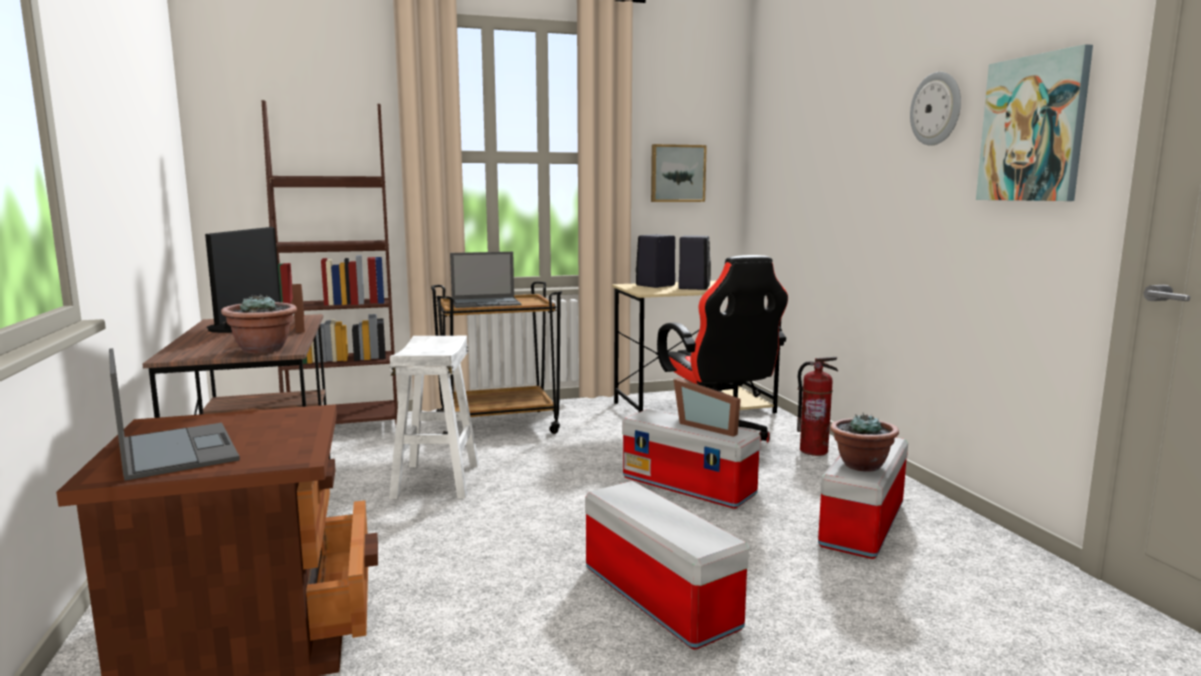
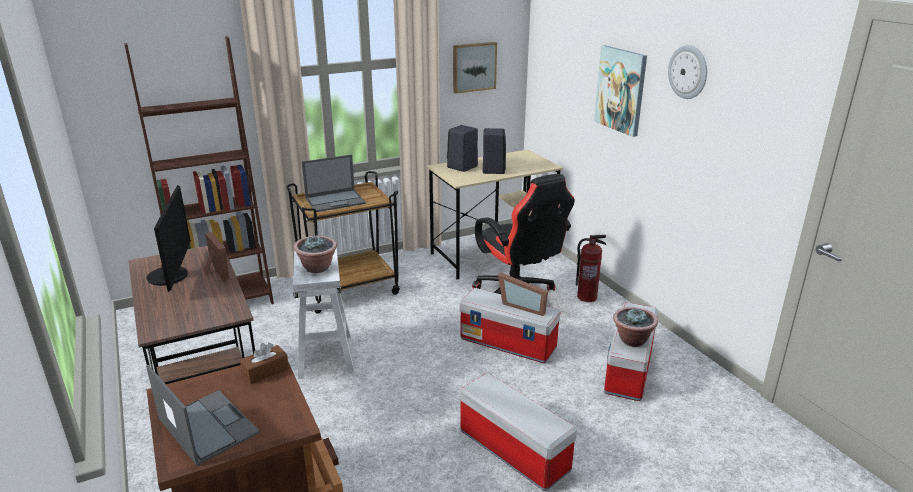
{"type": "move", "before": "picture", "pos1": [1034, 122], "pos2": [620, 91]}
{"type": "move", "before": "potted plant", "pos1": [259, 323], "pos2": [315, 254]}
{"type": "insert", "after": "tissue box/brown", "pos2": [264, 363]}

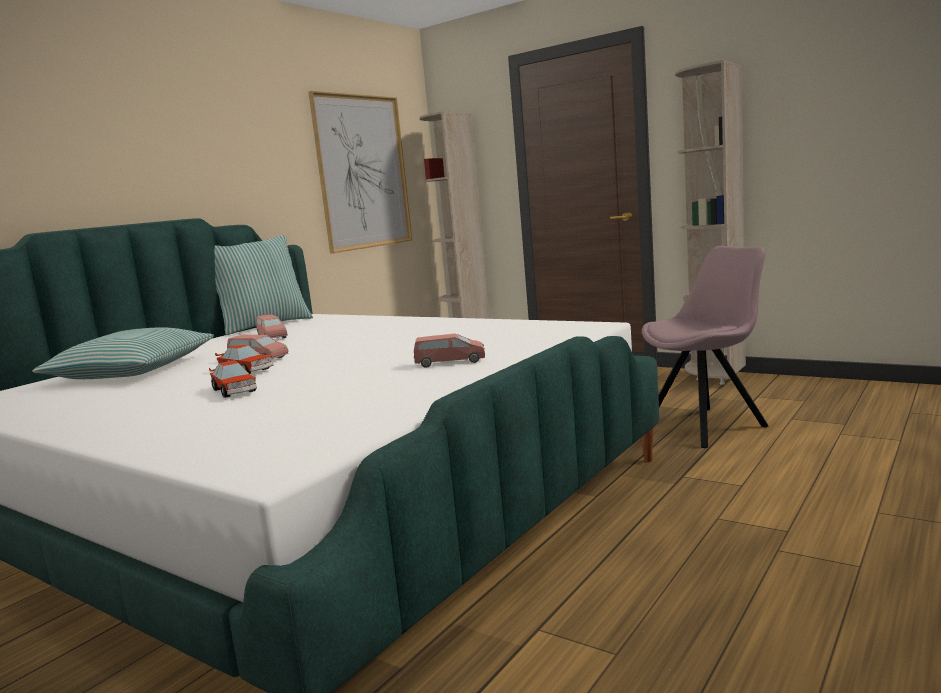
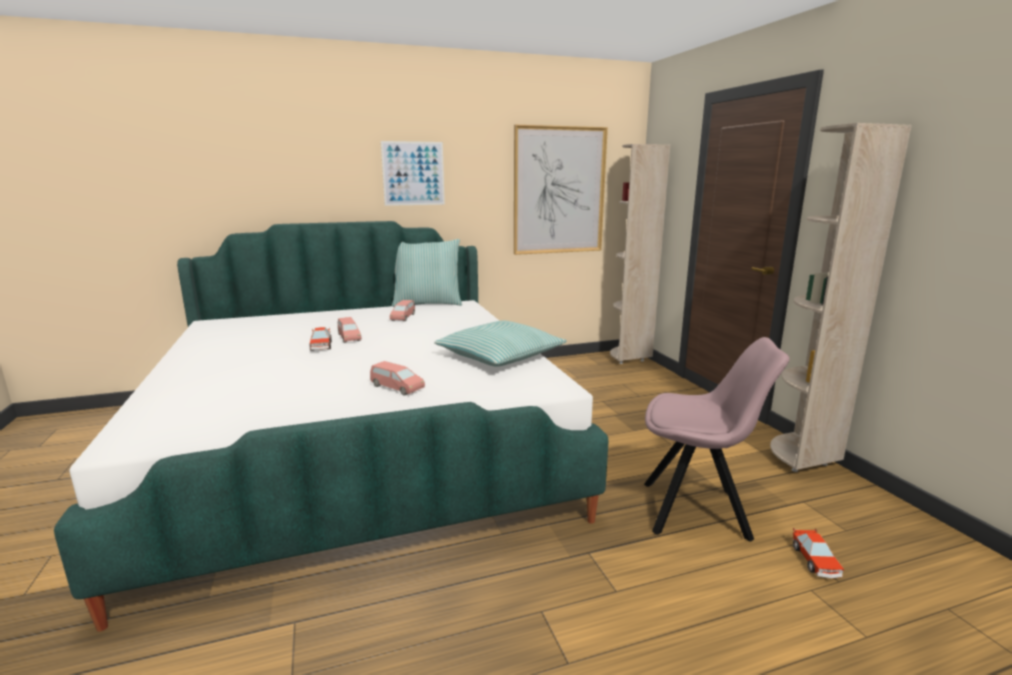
{"type": "move", "before": "pillow", "pos1": [123, 353], "pos2": [500, 343]}
{"type": "move", "before": "toy car", "pos1": [233, 379], "pos2": [818, 553]}
{"type": "insert", "after": "picture", "pos2": [413, 173]}

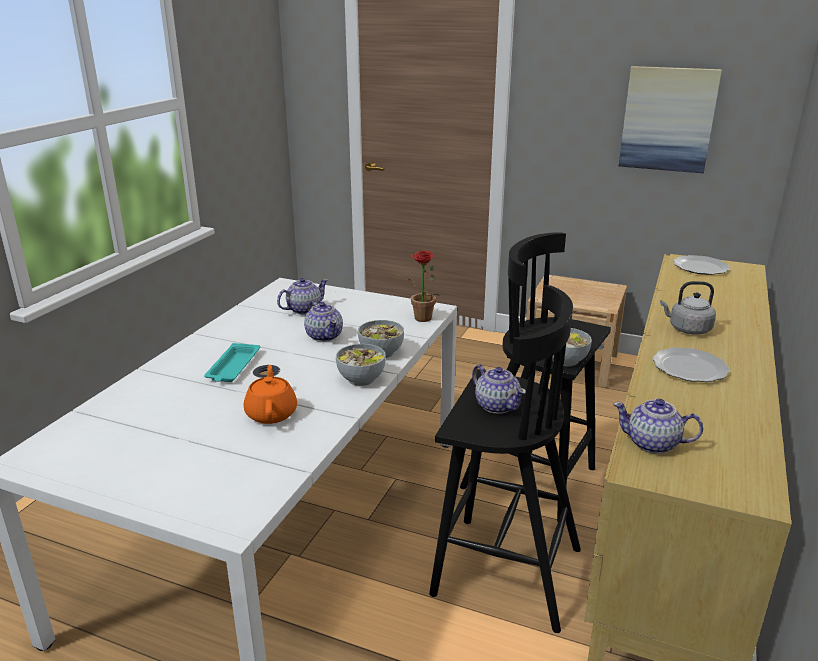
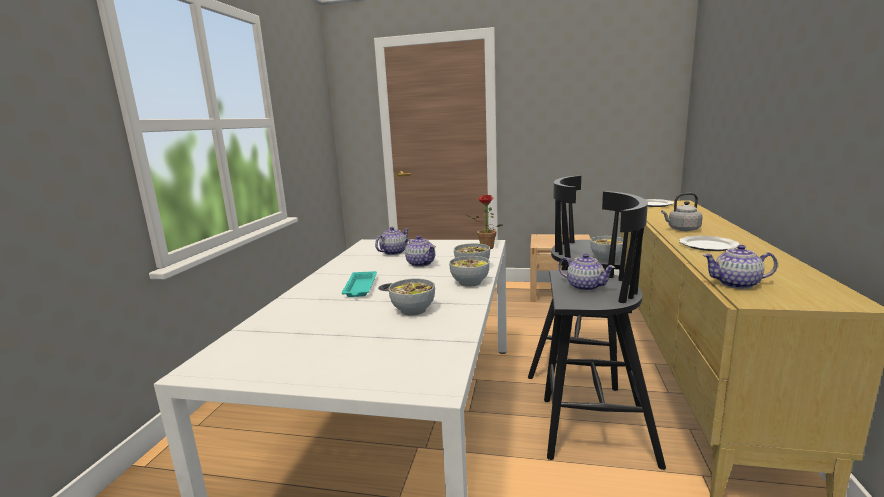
{"type": "delete", "before": "picture", "pos1": [670, 119]}
{"type": "replace", "before": "teapot/orange", "after": "bowl", "pos1": [270, 394], "pos2": [412, 297]}

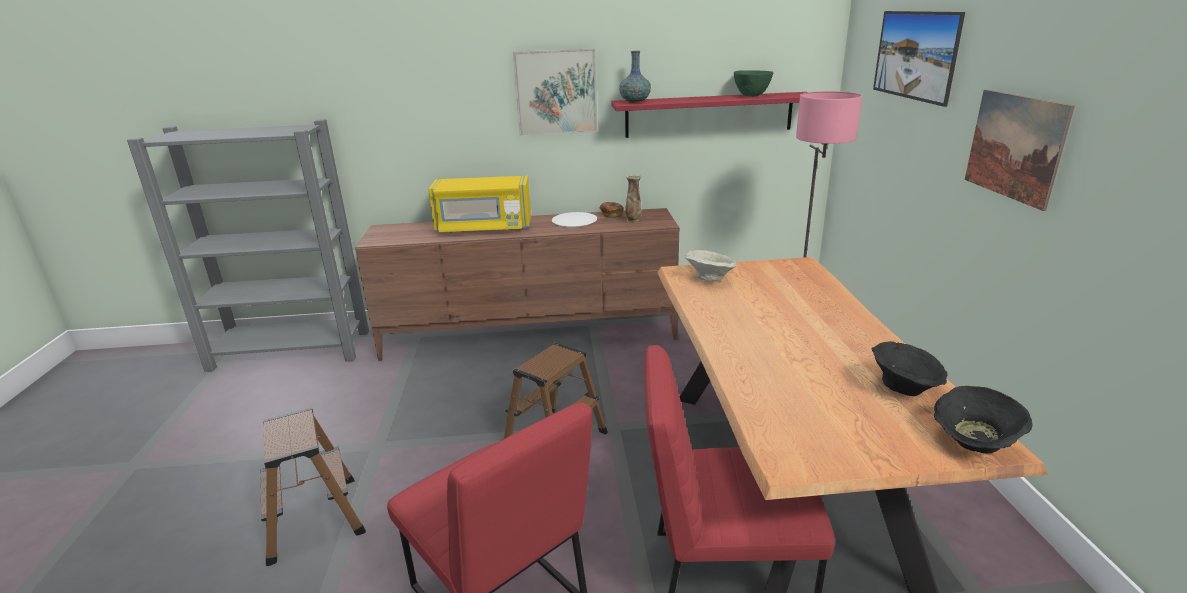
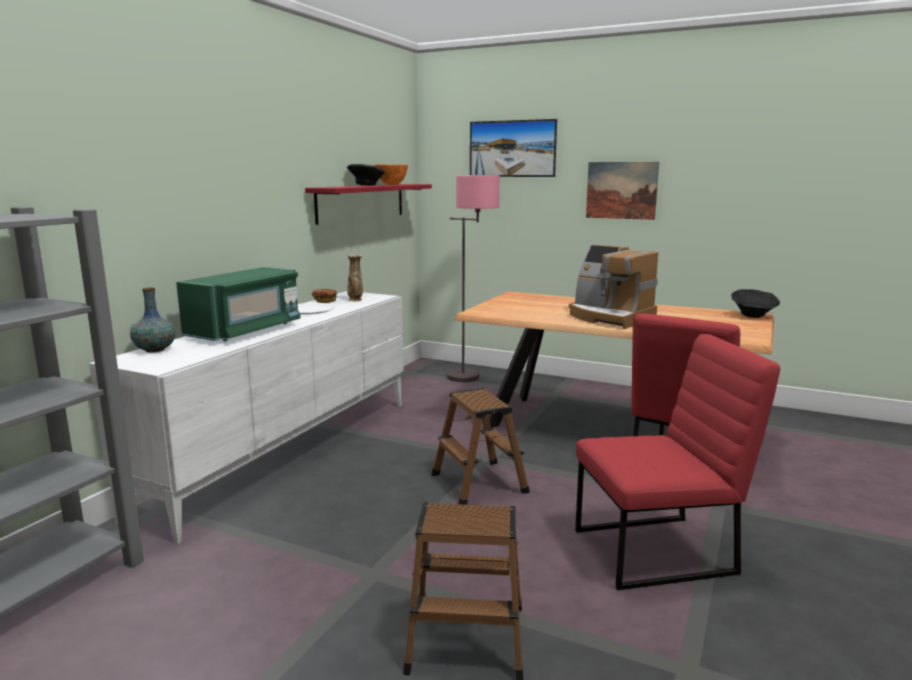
{"type": "delete", "before": "picture", "pos1": [555, 92]}
{"type": "move", "before": "vase", "pos1": [635, 77], "pos2": [152, 320]}
{"type": "recolor", "before": "bowl/green", "after": "bowl/orange", "pos1": [754, 83], "pos2": [391, 174]}
{"type": "recolor", "before": "microwave/yellow", "after": "microwave/green", "pos1": [479, 204], "pos2": [238, 304]}
{"type": "recolor", "before": "cabinet/brown", "after": "cabinet/white", "pos1": [517, 284], "pos2": [246, 417]}
{"type": "delete", "before": "bowl/beige", "pos1": [711, 265]}
{"type": "move", "before": "bowl/black", "pos1": [909, 368], "pos2": [366, 175]}
{"type": "insert", "after": "coffee machine", "pos2": [613, 287]}

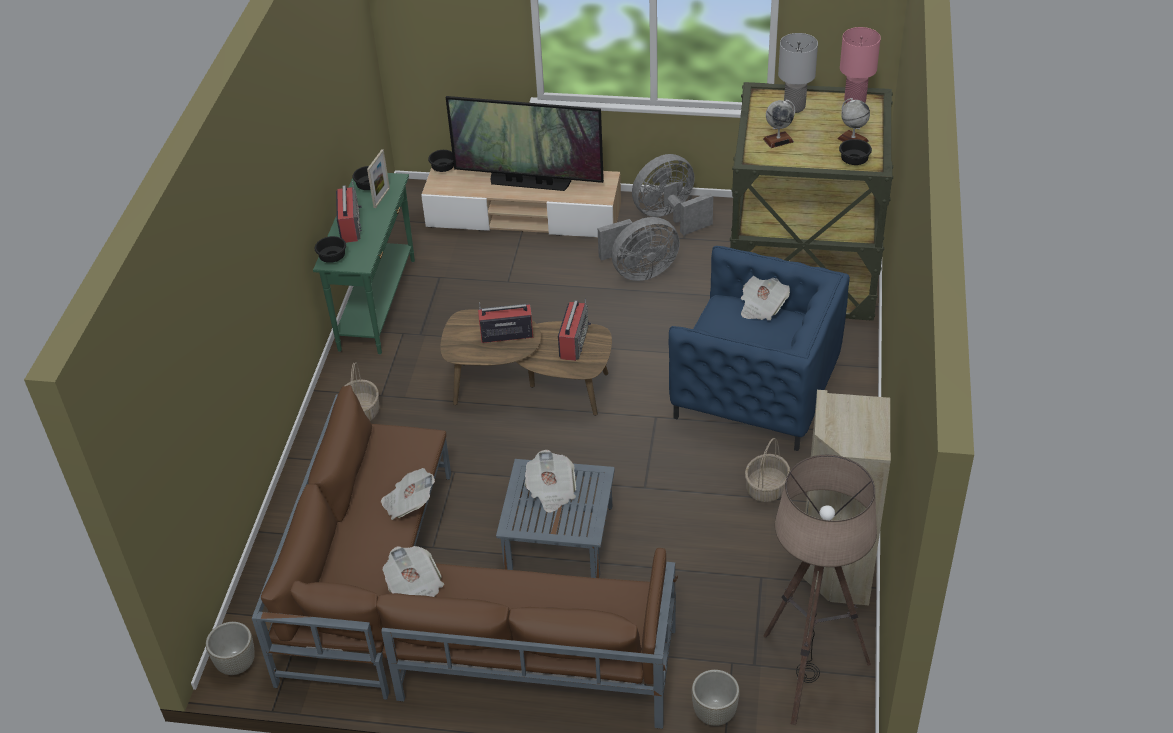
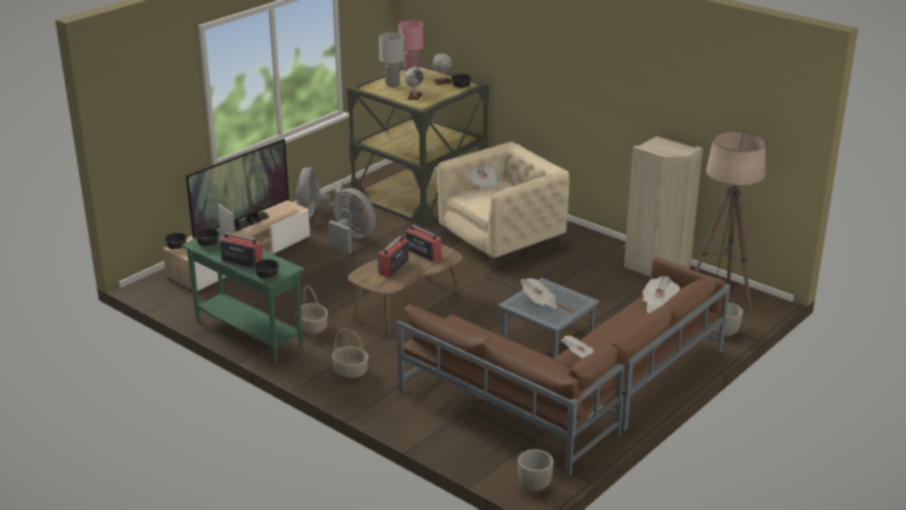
{"type": "rotate", "before": "fan/grey", "pos1": [639, 249], "pos2": [352, 221], "turn": -60}
{"type": "recolor", "before": "armchair/blue", "after": "armchair/beige", "pos1": [759, 348], "pos2": [503, 207]}
{"type": "move", "before": "basket", "pos1": [767, 470], "pos2": [312, 309]}
{"type": "move", "before": "newspaper", "pos1": [408, 494], "pos2": [661, 294]}

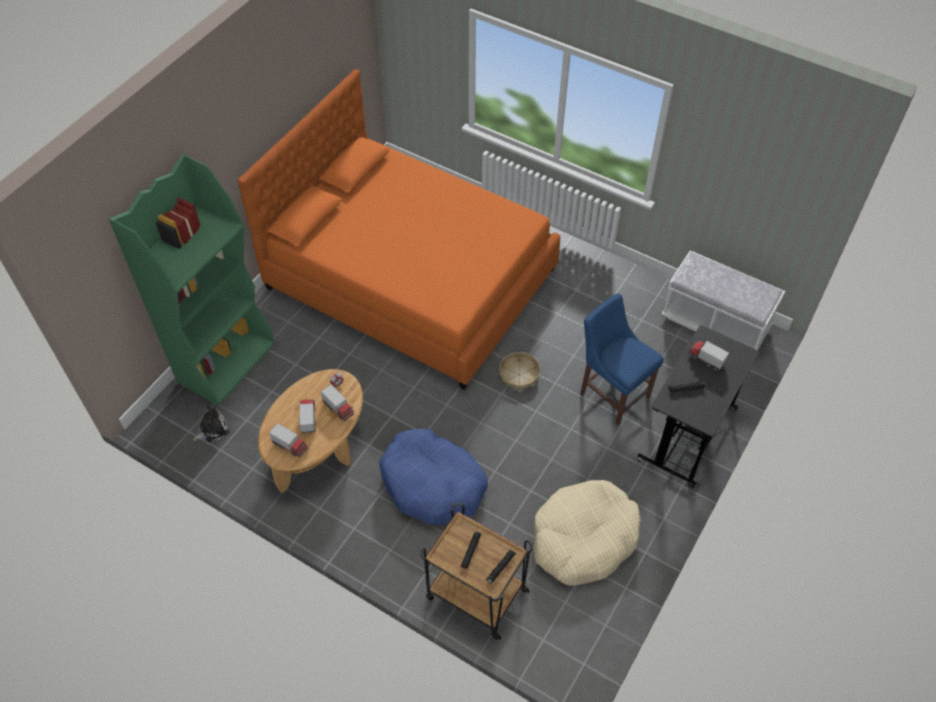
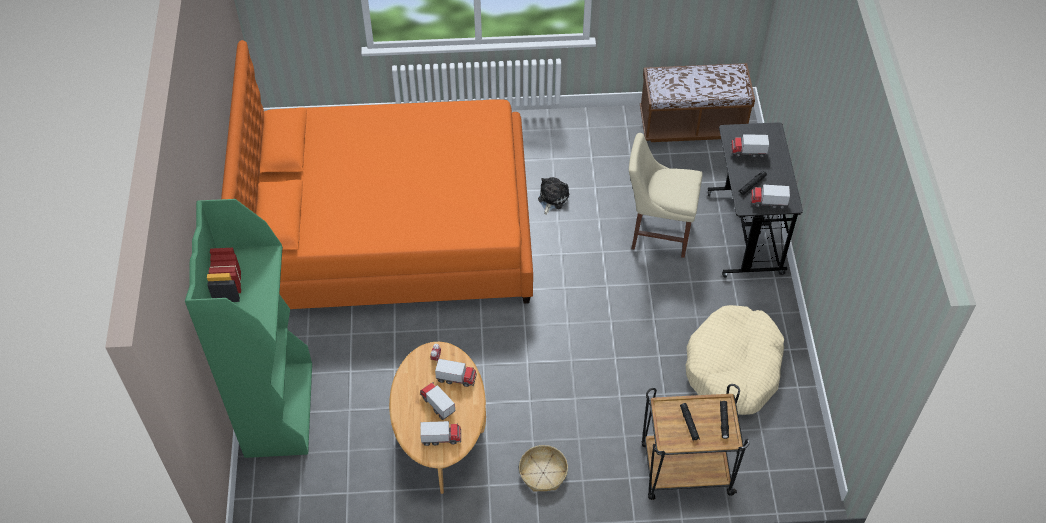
{"type": "recolor", "before": "bench/white", "after": "bench/brown", "pos1": [723, 300], "pos2": [697, 102]}
{"type": "recolor", "before": "chair/blue", "after": "chair/beige", "pos1": [622, 359], "pos2": [666, 195]}
{"type": "move", "before": "basket", "pos1": [519, 371], "pos2": [543, 468]}
{"type": "move", "before": "plush toy", "pos1": [211, 424], "pos2": [553, 196]}
{"type": "delete", "before": "dog bed/blue", "pos1": [433, 477]}
{"type": "insert", "after": "toy truck", "pos2": [770, 197]}

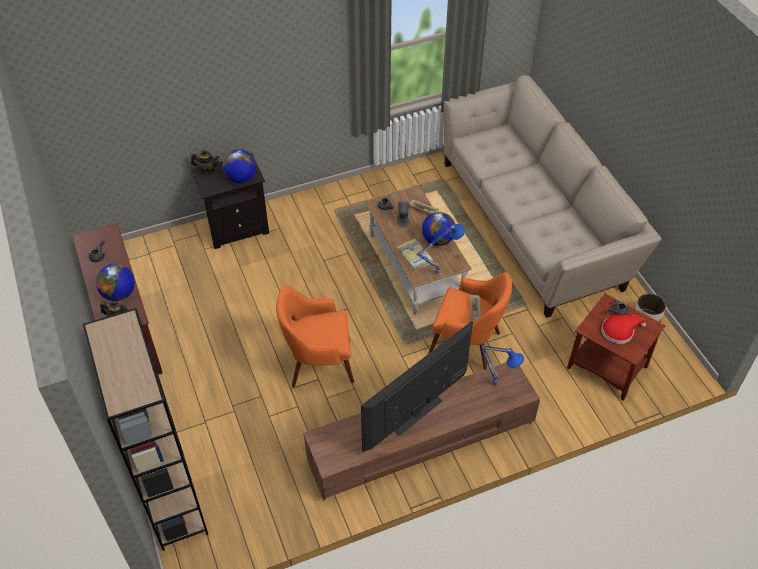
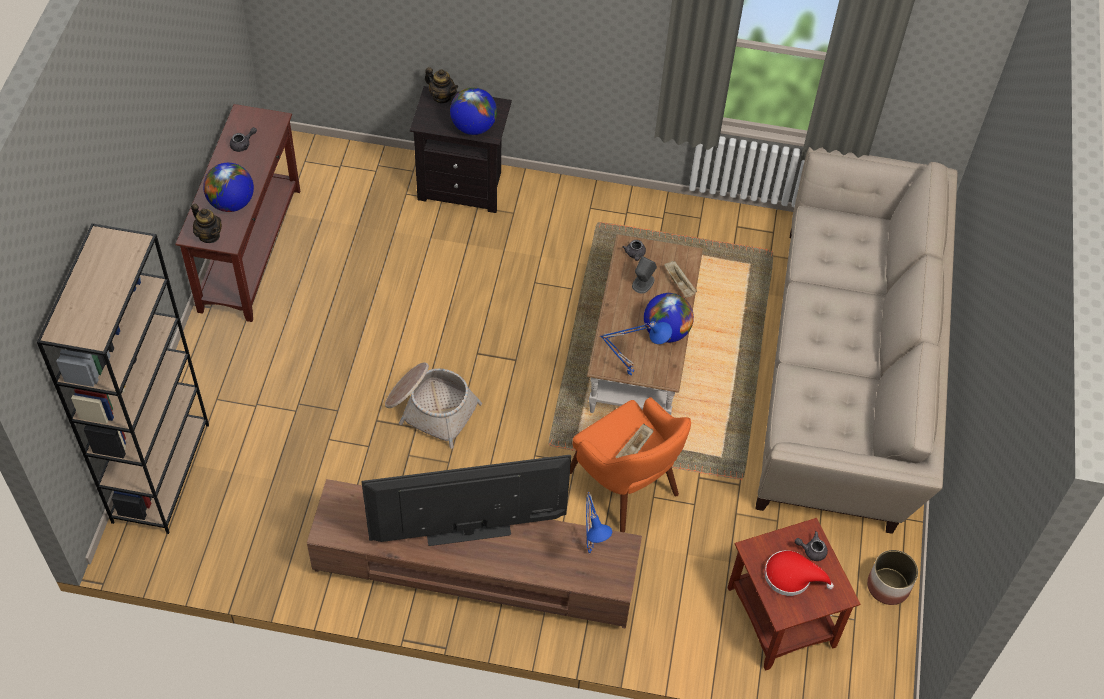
{"type": "delete", "before": "book", "pos1": [415, 255]}
{"type": "replace", "before": "armchair/orange", "after": "basket", "pos1": [315, 336], "pos2": [433, 405]}

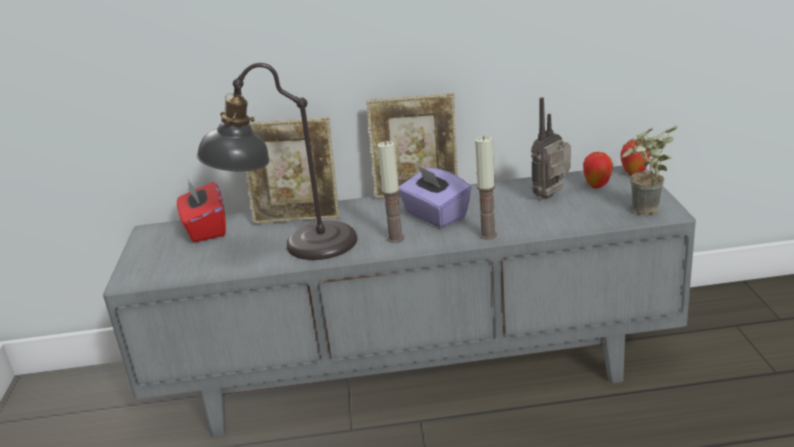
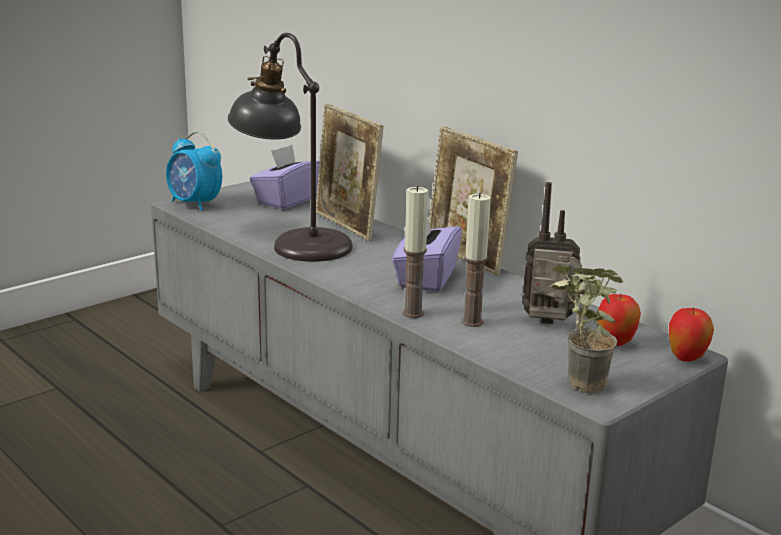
{"type": "move", "before": "candle", "pos1": [390, 192], "pos2": [476, 260]}
{"type": "recolor", "before": "tissue box/red", "after": "tissue box/purple", "pos1": [201, 211], "pos2": [285, 177]}
{"type": "insert", "after": "alarm clock", "pos2": [194, 171]}

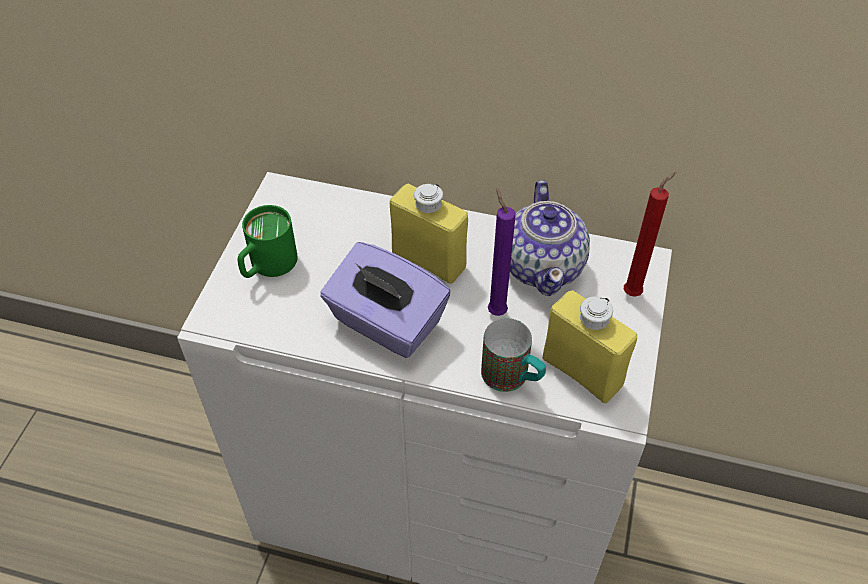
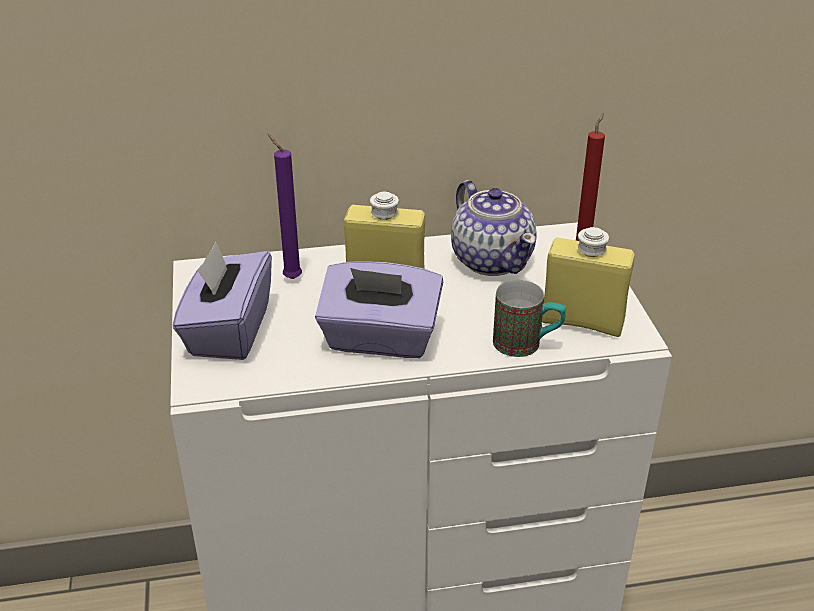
{"type": "move", "before": "candle/purple", "pos1": [502, 252], "pos2": [284, 206]}
{"type": "replace", "before": "mug/green", "after": "tissue box/purple", "pos1": [268, 241], "pos2": [222, 300]}

